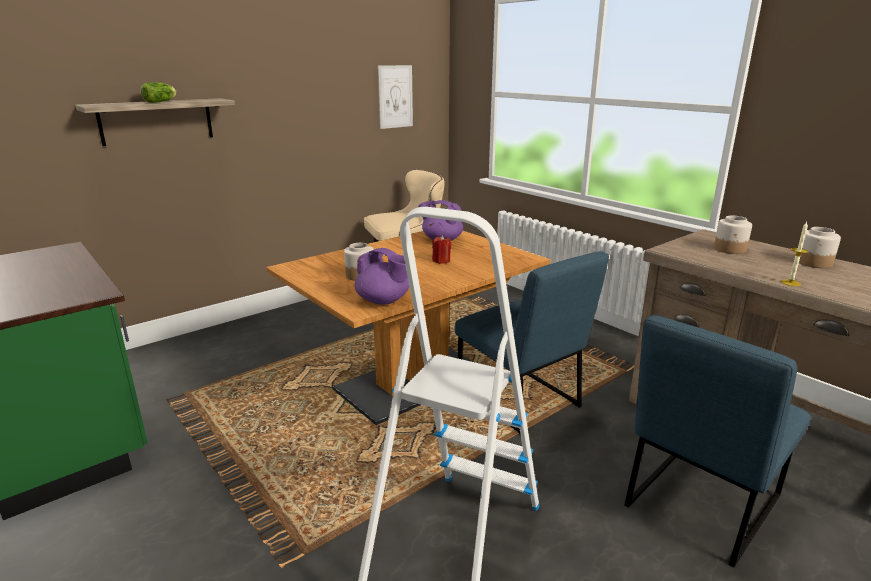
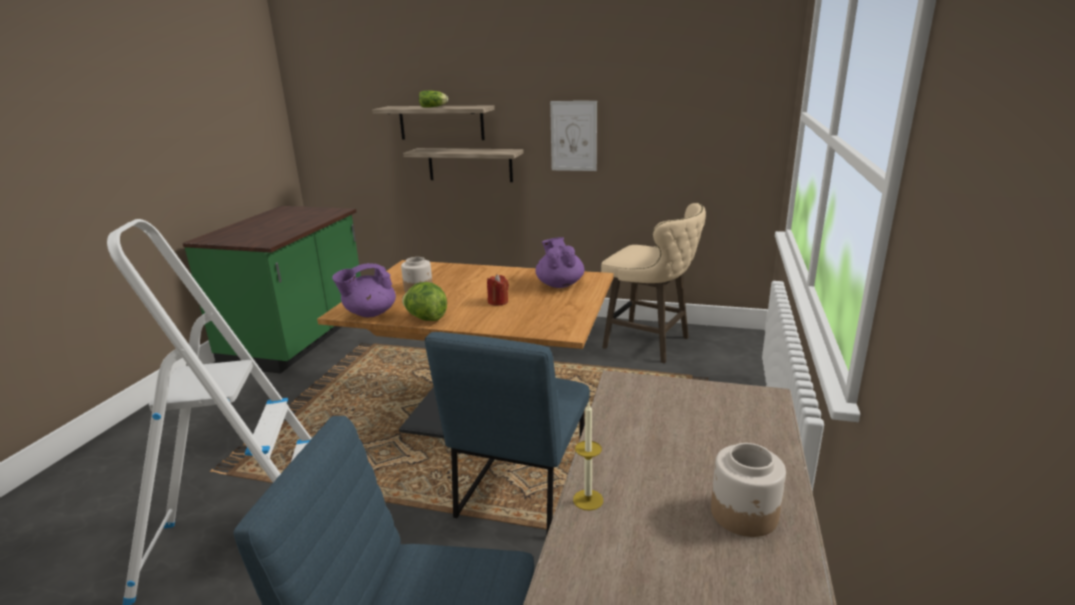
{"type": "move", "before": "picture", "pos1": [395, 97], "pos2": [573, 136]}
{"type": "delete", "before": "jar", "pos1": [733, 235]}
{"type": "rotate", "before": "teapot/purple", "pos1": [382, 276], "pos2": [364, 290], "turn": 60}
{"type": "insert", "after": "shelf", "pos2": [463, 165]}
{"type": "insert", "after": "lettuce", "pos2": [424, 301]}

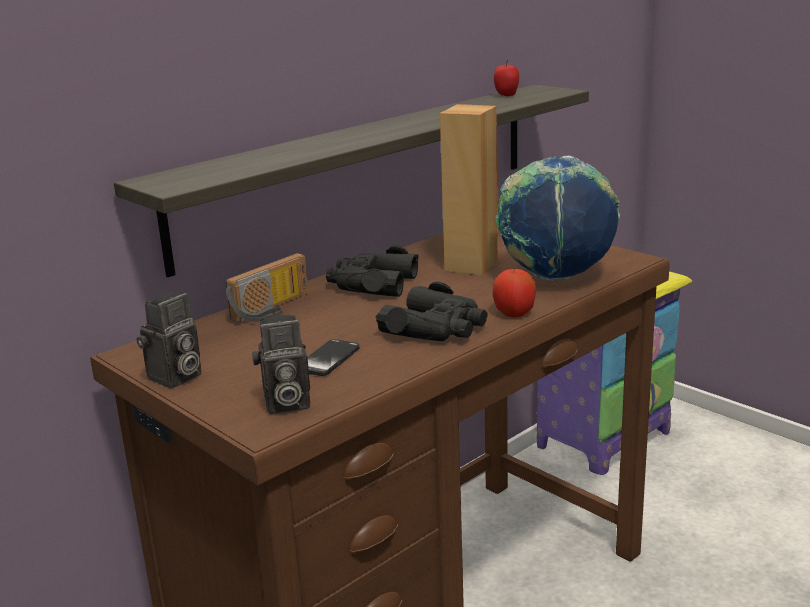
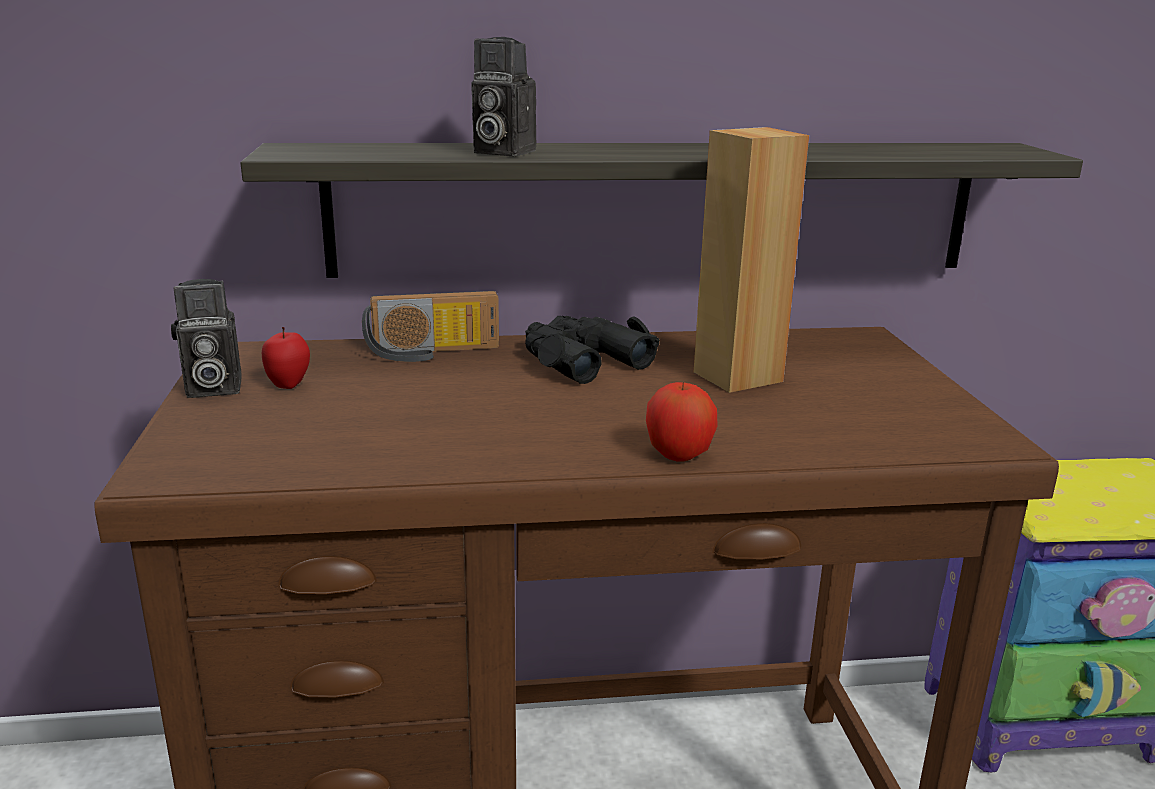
{"type": "move", "before": "apple", "pos1": [506, 78], "pos2": [286, 358]}
{"type": "delete", "before": "globe", "pos1": [558, 218]}
{"type": "delete", "before": "binoculars/black", "pos1": [432, 311]}
{"type": "move", "before": "photo camera", "pos1": [281, 364], "pos2": [503, 97]}
{"type": "delete", "before": "phone", "pos1": [333, 357]}

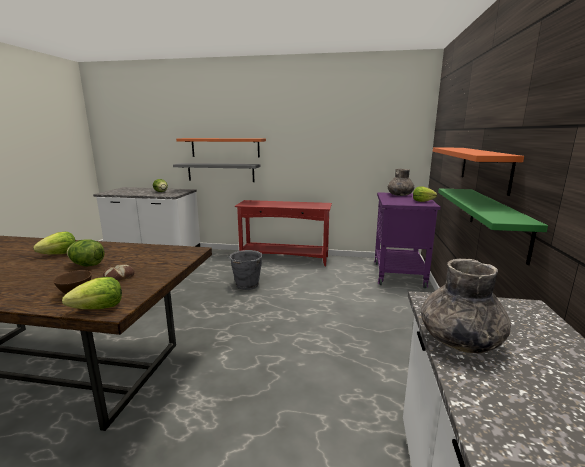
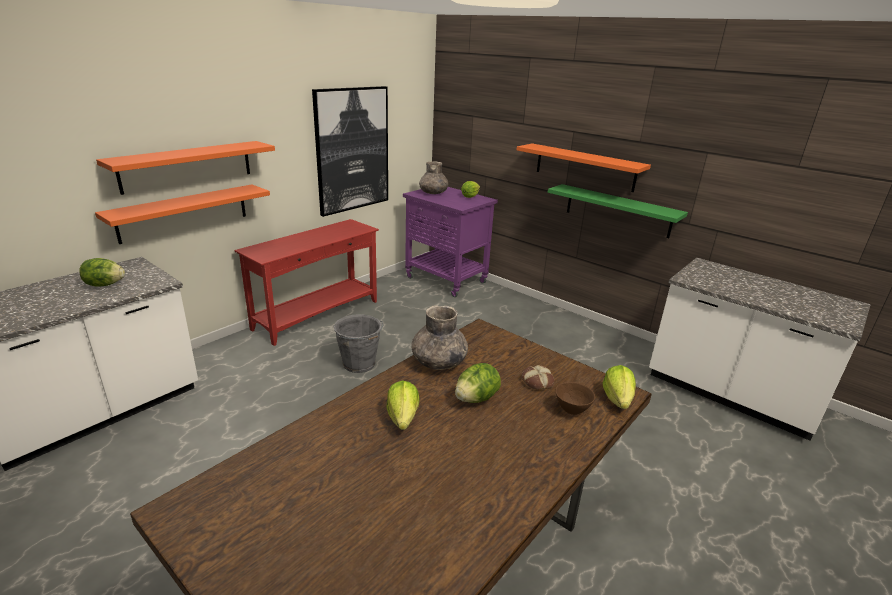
{"type": "recolor", "before": "shelf/grey", "after": "shelf/orange", "pos1": [217, 172], "pos2": [182, 214]}
{"type": "move", "before": "vase/grey", "pos1": [466, 306], "pos2": [439, 337]}
{"type": "insert", "after": "picture", "pos2": [350, 151]}

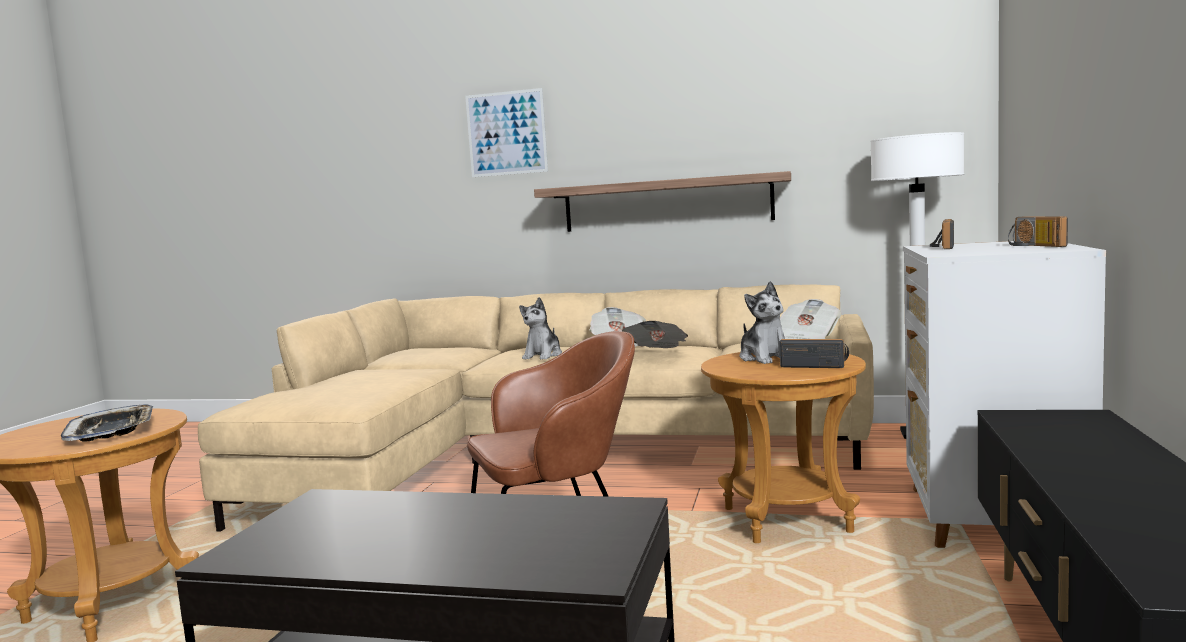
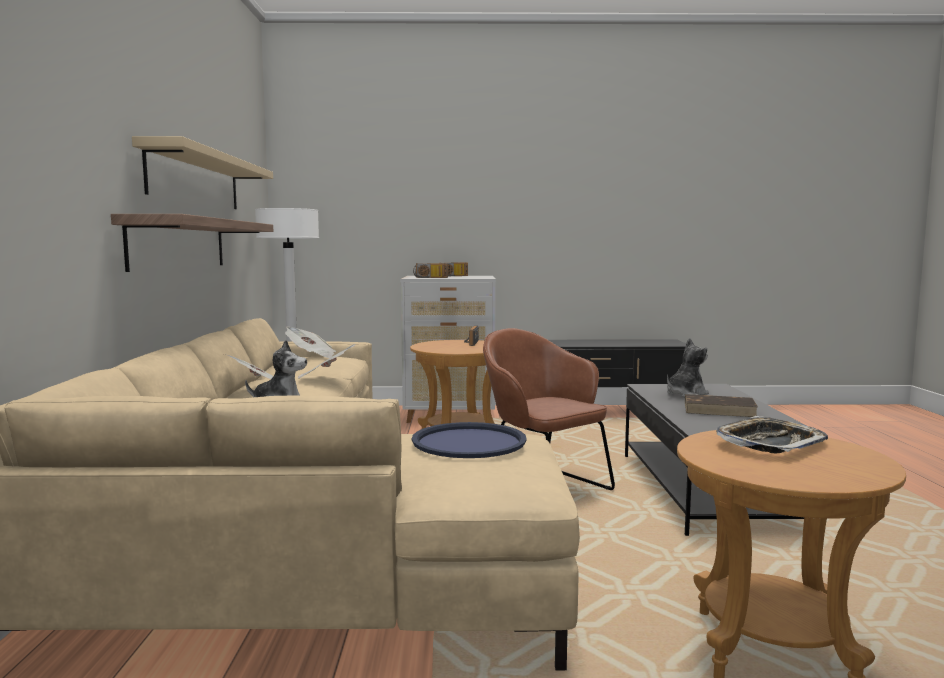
{"type": "delete", "before": "picture", "pos1": [506, 132]}
{"type": "move", "before": "plush toy", "pos1": [762, 322], "pos2": [688, 367]}
{"type": "insert", "after": "shelf/beige", "pos2": [202, 172]}
{"type": "insert", "after": "book/brown", "pos2": [721, 405]}
{"type": "insert", "after": "tray/blue", "pos2": [469, 440]}

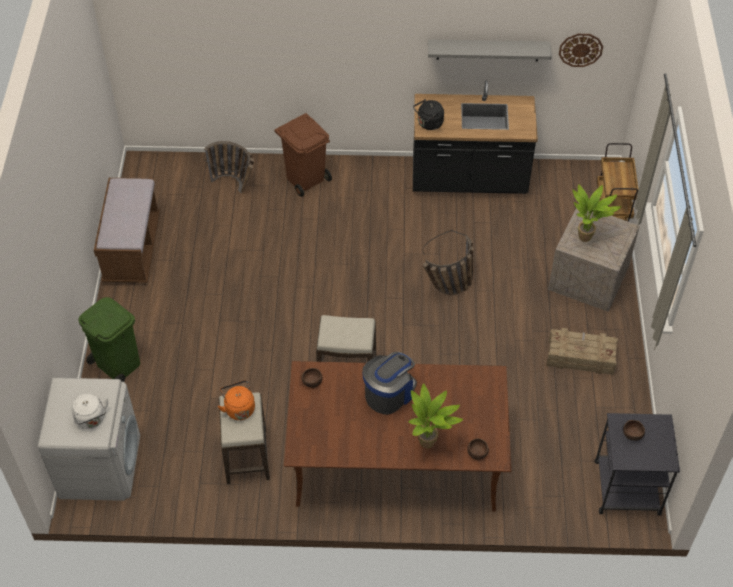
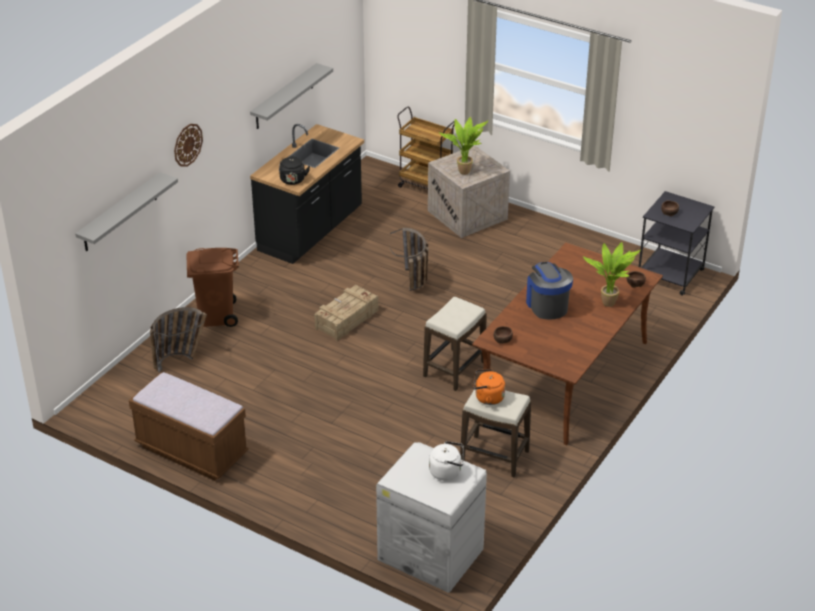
{"type": "move", "before": "wall clock", "pos1": [581, 50], "pos2": [188, 145]}
{"type": "delete", "before": "trash can/green", "pos1": [109, 339]}
{"type": "move", "before": "crate", "pos1": [582, 351], "pos2": [346, 313]}
{"type": "insert", "after": "shelf/grey", "pos2": [126, 212]}

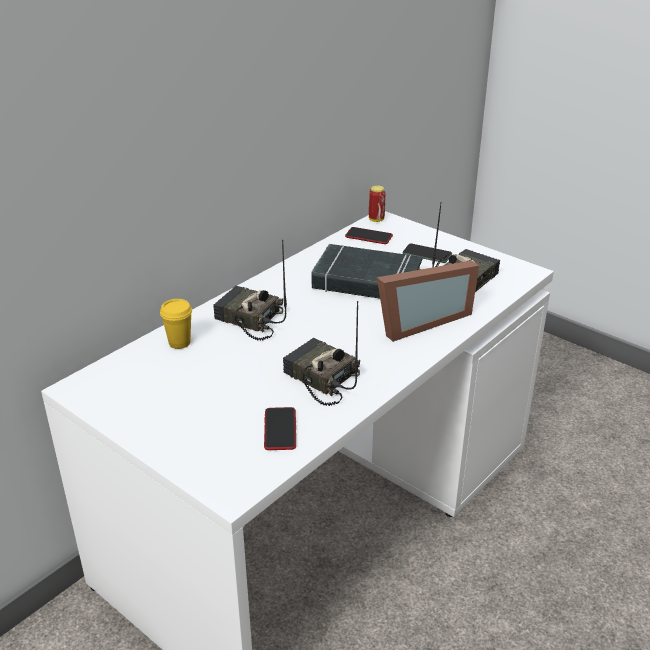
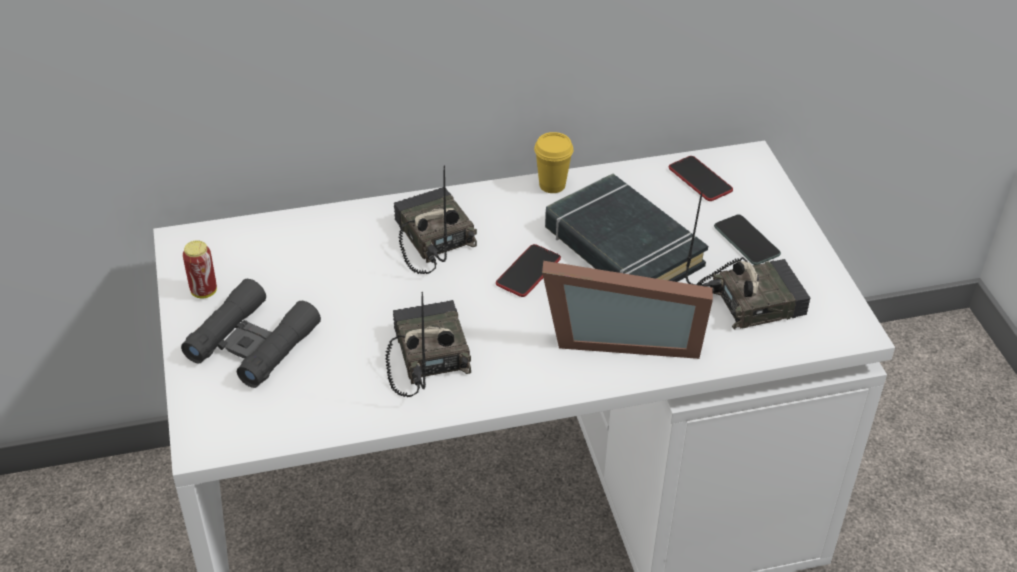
{"type": "move", "before": "can", "pos1": [377, 204], "pos2": [200, 269]}
{"type": "move", "before": "cup/yellow", "pos1": [176, 324], "pos2": [553, 162]}
{"type": "move", "before": "phone", "pos1": [280, 428], "pos2": [528, 270]}
{"type": "insert", "after": "binoculars/black", "pos2": [251, 333]}

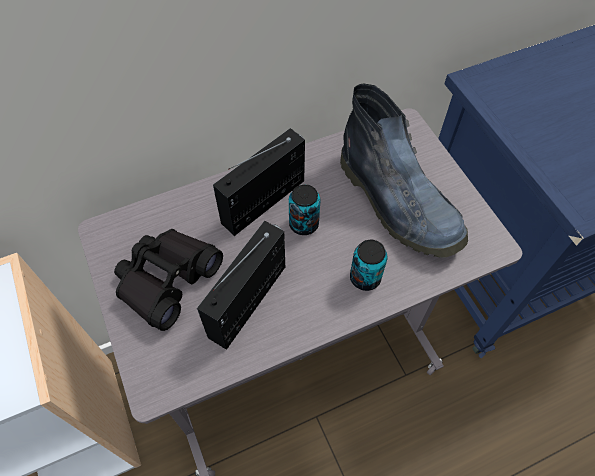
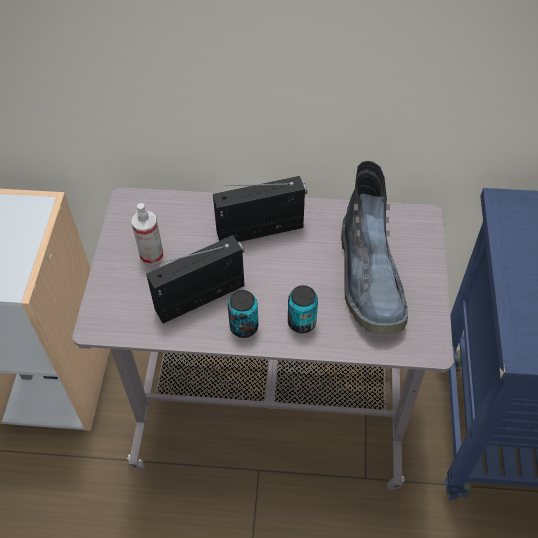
{"type": "move", "before": "can", "pos1": [305, 209], "pos2": [243, 314]}
{"type": "replace", "before": "binoculars/black", "after": "spray bottle", "pos1": [168, 280], "pos2": [147, 234]}

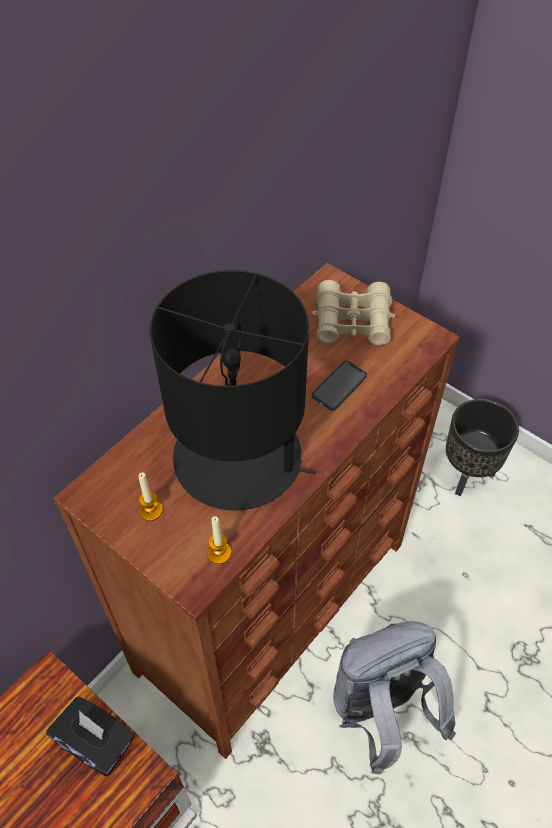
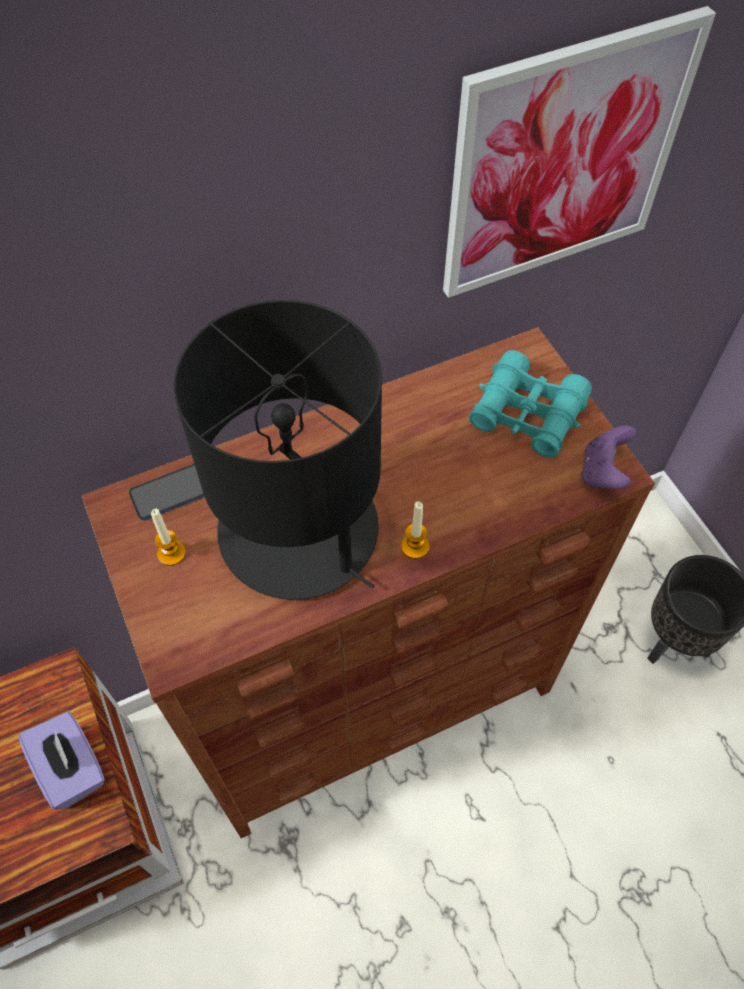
{"type": "recolor", "before": "binoculars/beige", "after": "binoculars/turquoise", "pos1": [353, 312], "pos2": [530, 404]}
{"type": "move", "before": "phone", "pos1": [339, 385], "pos2": [167, 492]}
{"type": "move", "before": "candle", "pos1": [219, 540], "pos2": [415, 530]}
{"type": "delete", "before": "backpack/grey", "pos1": [394, 697]}
{"type": "recolor", "before": "tissue box/black", "after": "tissue box/purple", "pos1": [90, 736], "pos2": [61, 760]}
{"type": "insert", "after": "picture", "pos2": [579, 152]}
{"type": "insert", "after": "game controller/purple", "pos2": [609, 457]}

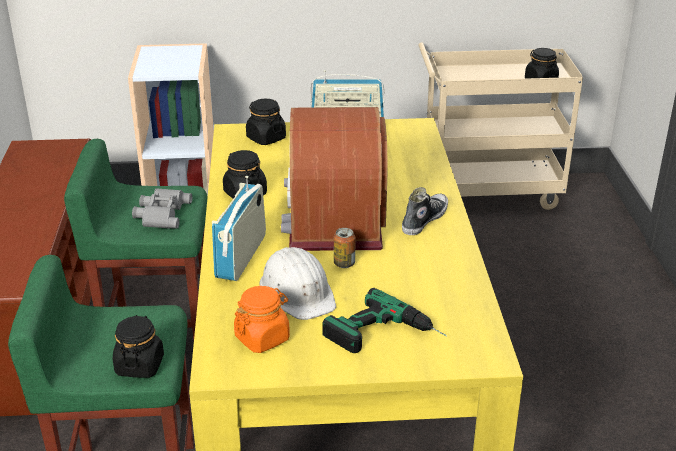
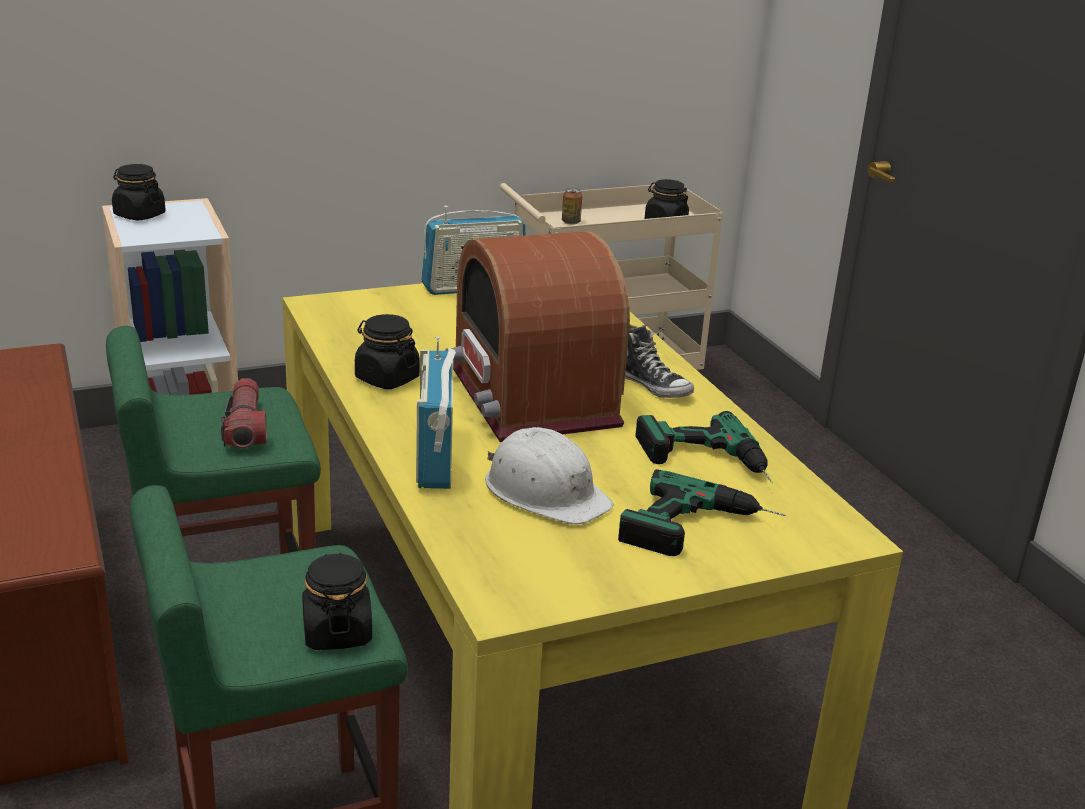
{"type": "move", "before": "jar/black", "pos1": [266, 122], "pos2": [139, 192]}
{"type": "rotate", "before": "shoe", "pos1": [425, 211], "pos2": [659, 361], "turn": 120}
{"type": "replace", "before": "binoculars/grey", "after": "flashlight", "pos1": [162, 208], "pos2": [244, 413]}
{"type": "move", "before": "can", "pos1": [344, 248], "pos2": [572, 206]}
{"type": "delete", "before": "jar/orange", "pos1": [262, 319]}
{"type": "insert", "after": "power drill", "pos2": [704, 447]}

